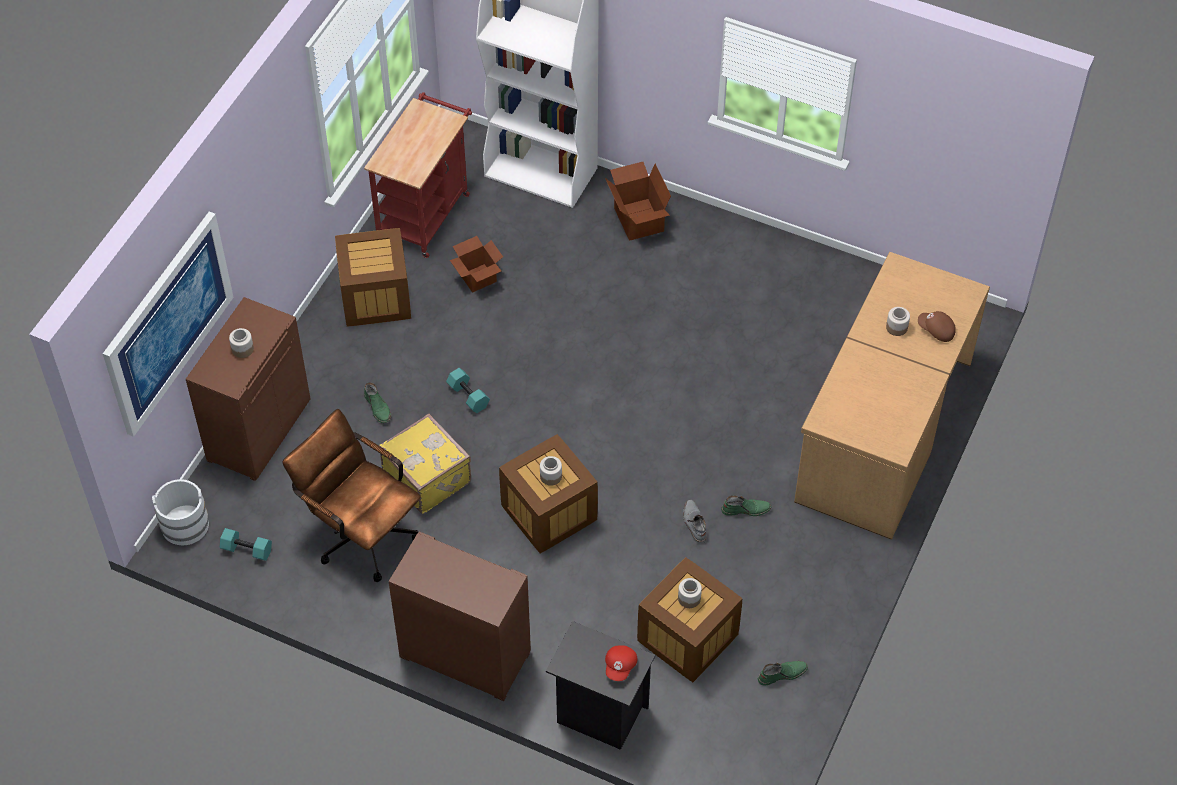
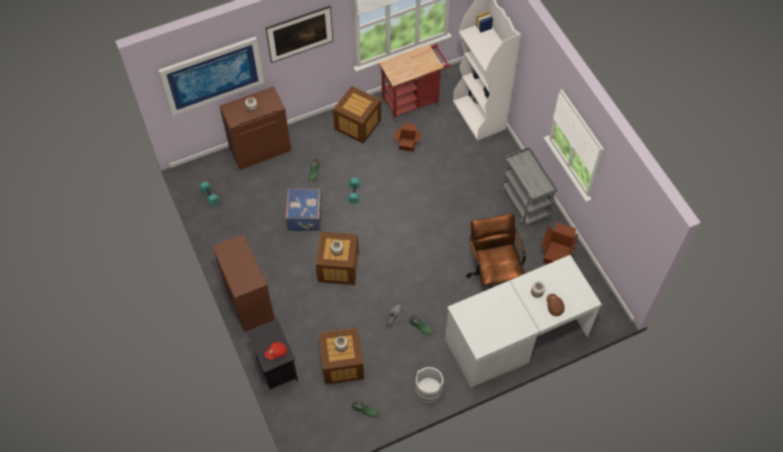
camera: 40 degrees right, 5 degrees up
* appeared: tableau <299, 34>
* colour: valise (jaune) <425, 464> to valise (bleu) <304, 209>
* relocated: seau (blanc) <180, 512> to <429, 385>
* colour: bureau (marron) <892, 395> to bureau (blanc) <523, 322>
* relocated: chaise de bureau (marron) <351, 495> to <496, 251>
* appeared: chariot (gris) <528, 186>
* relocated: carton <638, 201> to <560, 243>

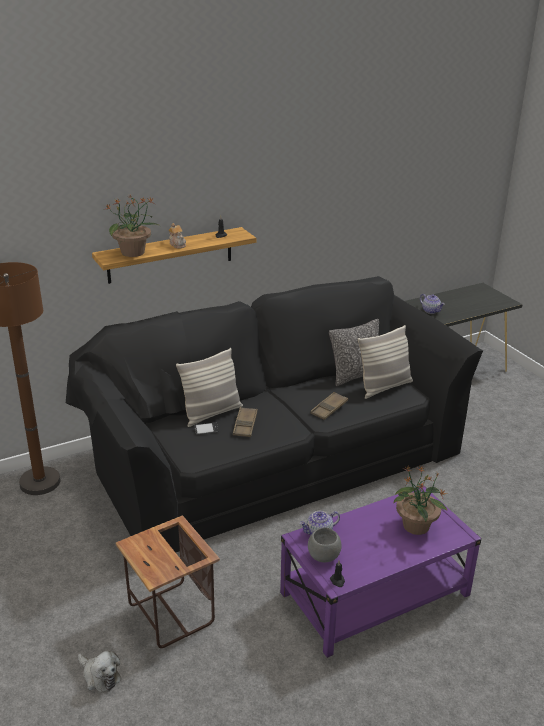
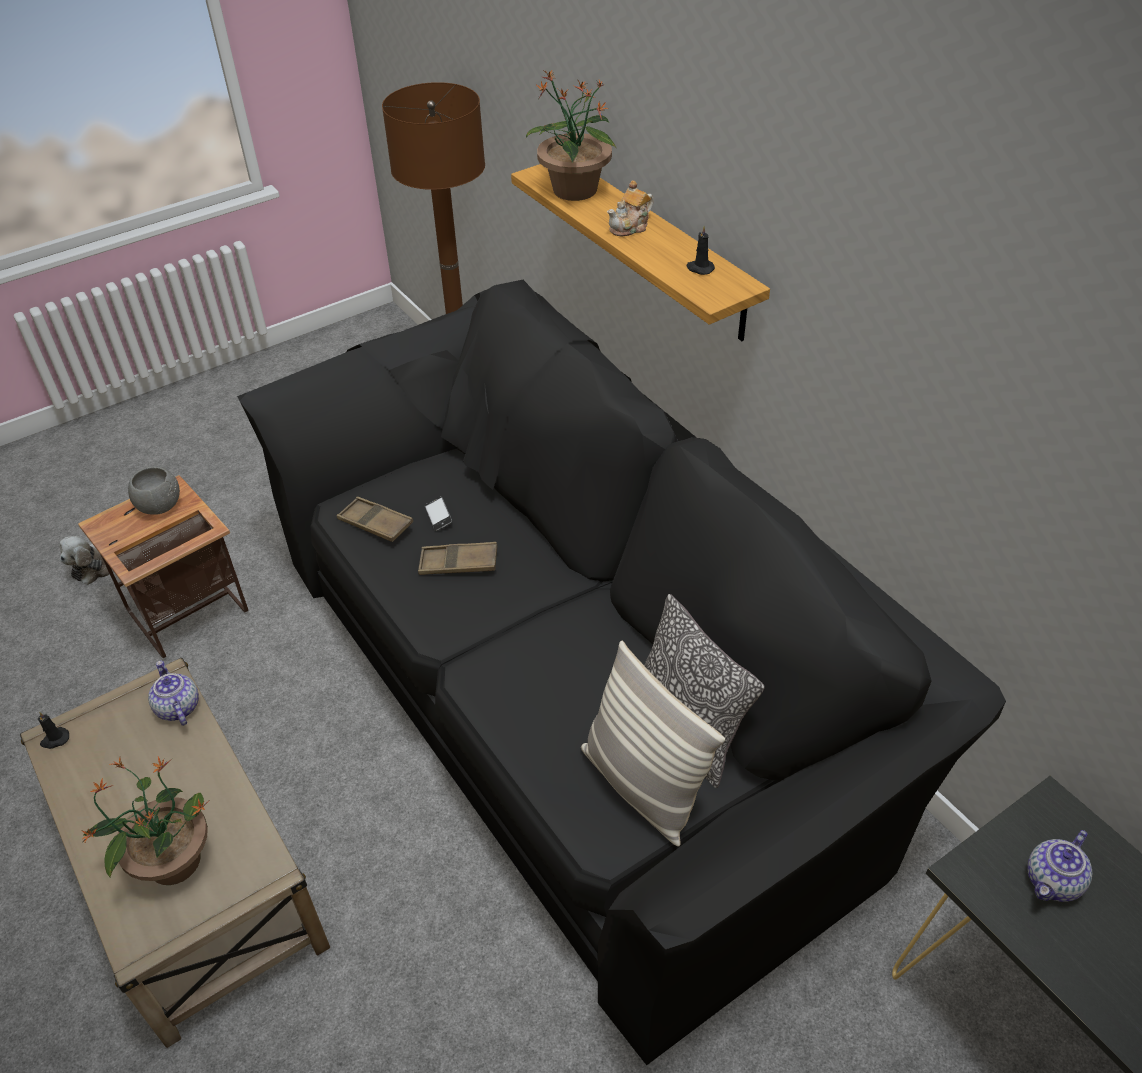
camera: 85 degrees right, 15 degrees up
* colour: table basse (violet) <380, 571> to table basse (beige) <175, 853>
* relocated: bol (gris) <325, 544> to <154, 490>
* relocated: plateau (marron) <329, 406> to <375, 519>
* missing: coussin <209, 387>

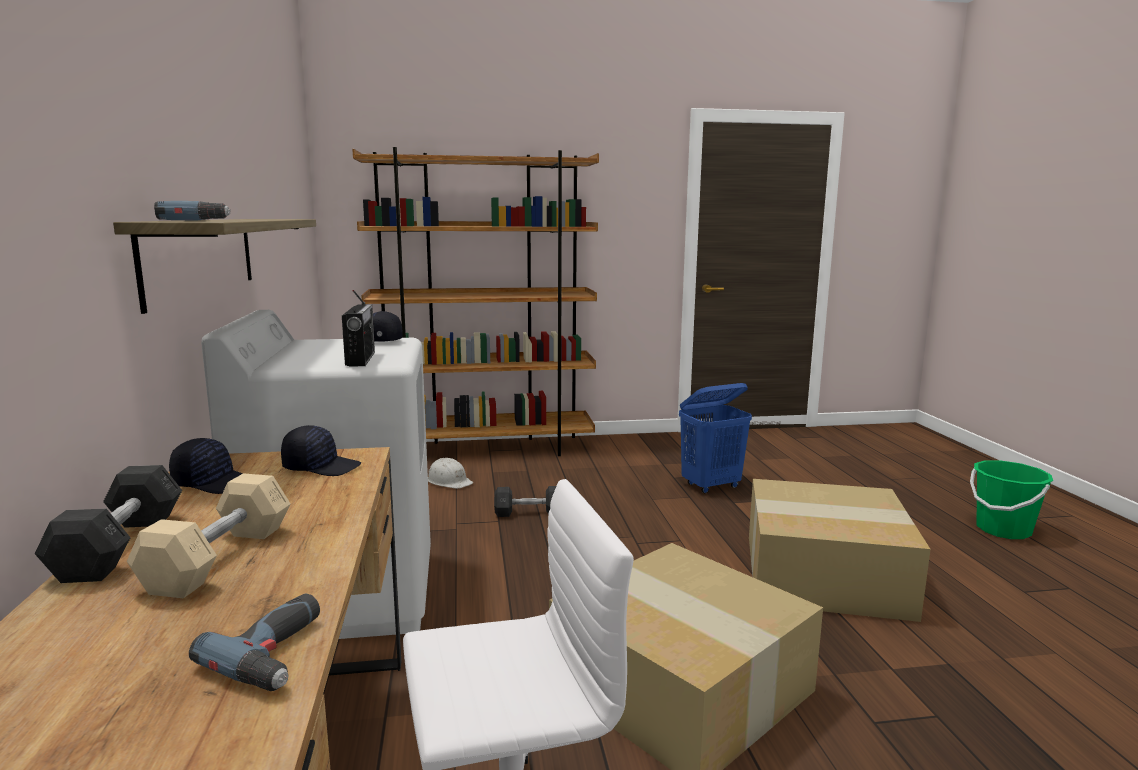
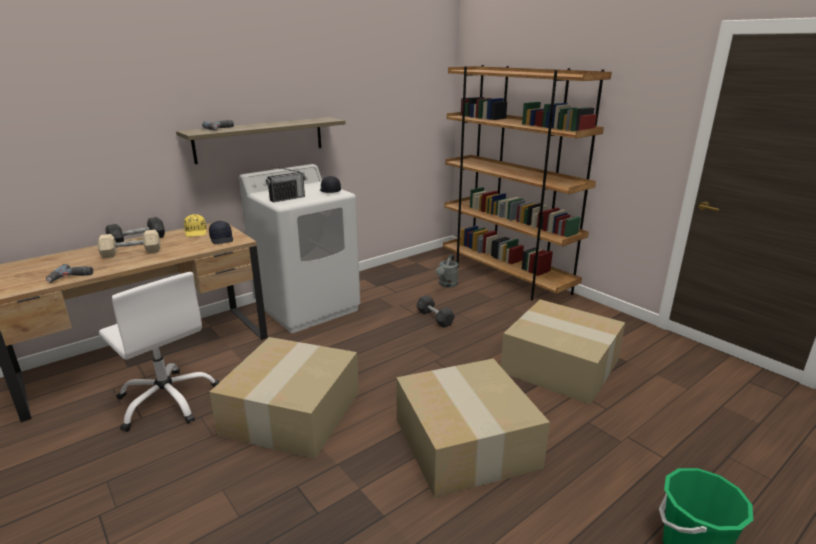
camera: 60 degrees right, 10 degrees up
* colour: casquette (noir) <206, 466> to casquette (jaune) <195, 225>
* exchanged: casque de chantier (blanc) <450, 473> to arrosoir (gris) <447, 271>
* exchanged: panier à linge (bleu) <715, 438> to carton <563, 352>

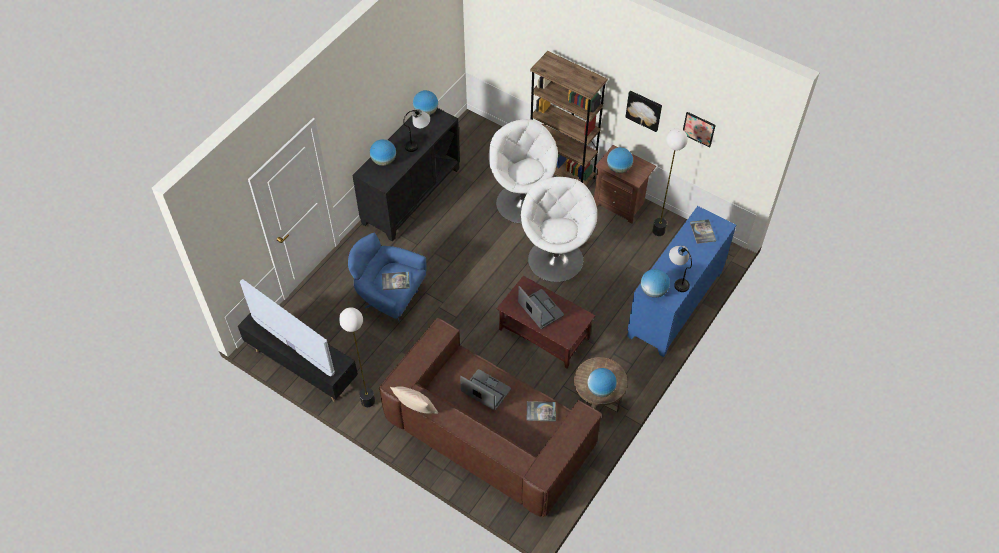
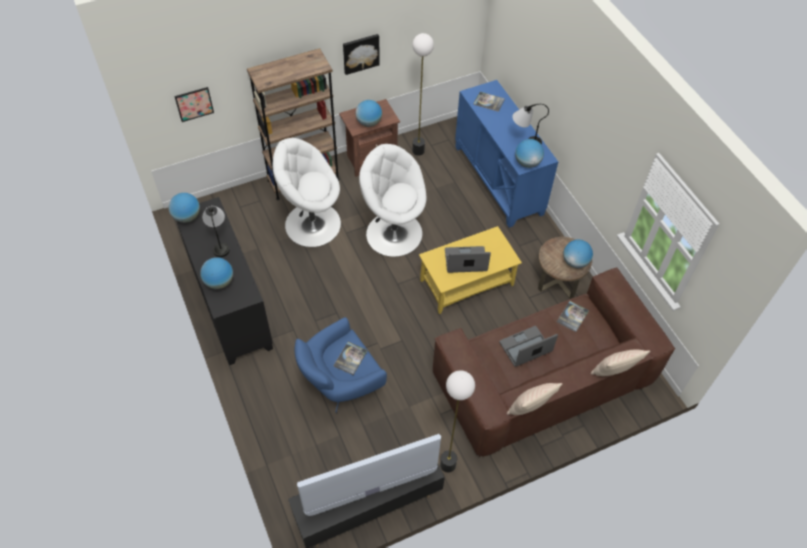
camera: 60 degrees left, 0 degrees up
* relocated: tableau <699, 129> to <194, 104>
* colour: table basse (marron) <546, 322> to table basse (jaune) <470, 270>
* appeared: coussin (beige) <620, 362>

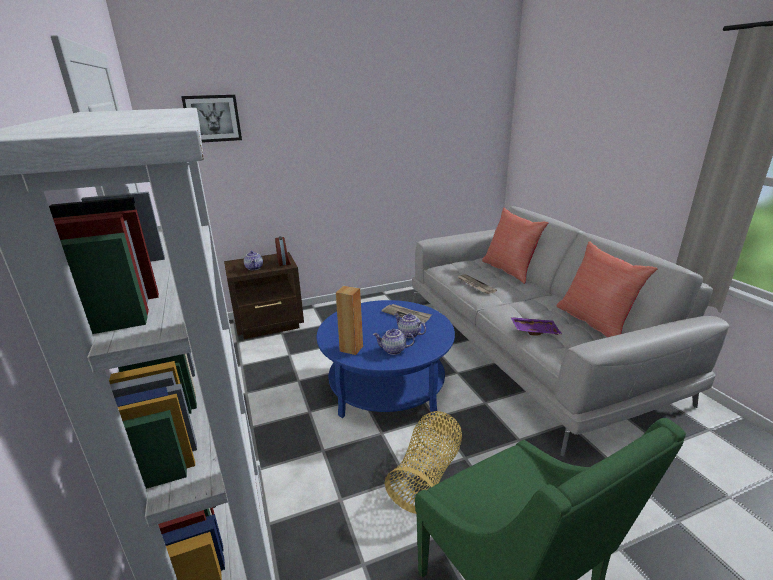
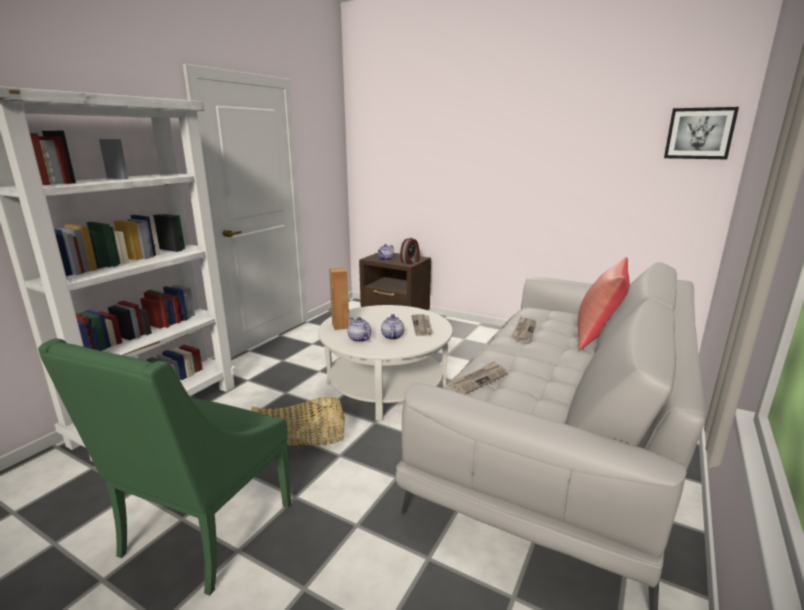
camera: 50 degrees right, 5 degrees down
* colour: table basse (bleu) <386, 359> to table basse (blanc) <385, 363>
* exchanged: plateau (violet) <536, 326> to journal <478, 378>
* relocated: tableau <211, 119> to <701, 133>
* missing: coussin (rouge) <607, 289>

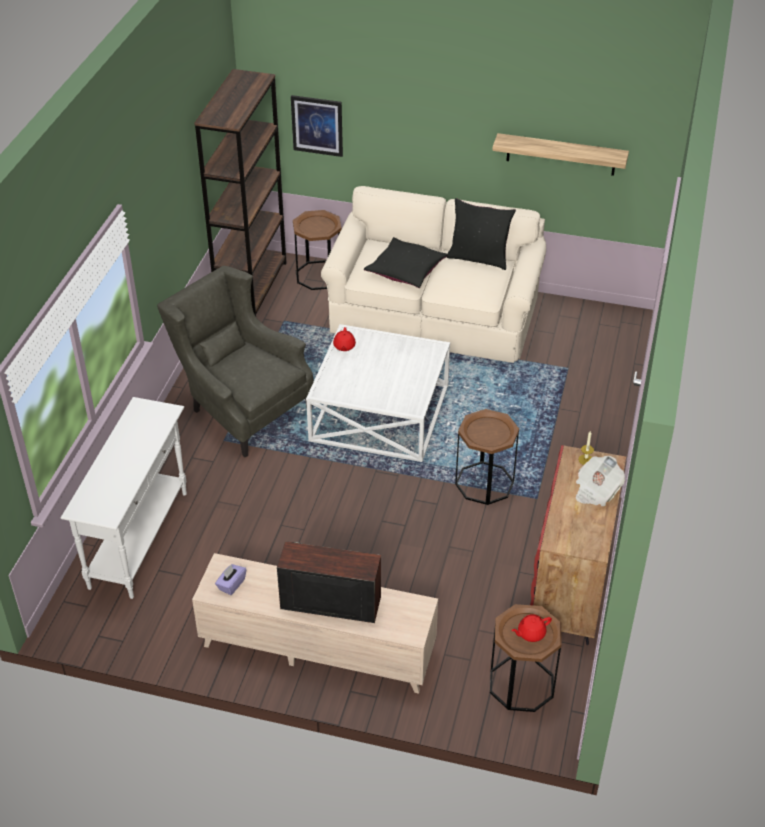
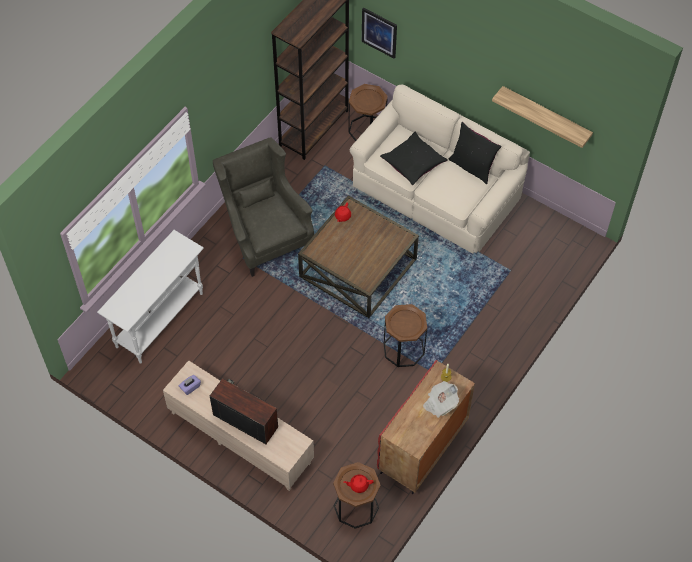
camera: 20 degrees right, 15 degrees up
* colour: table basse (blanc) <378, 393> to table basse (marron) <358, 256>

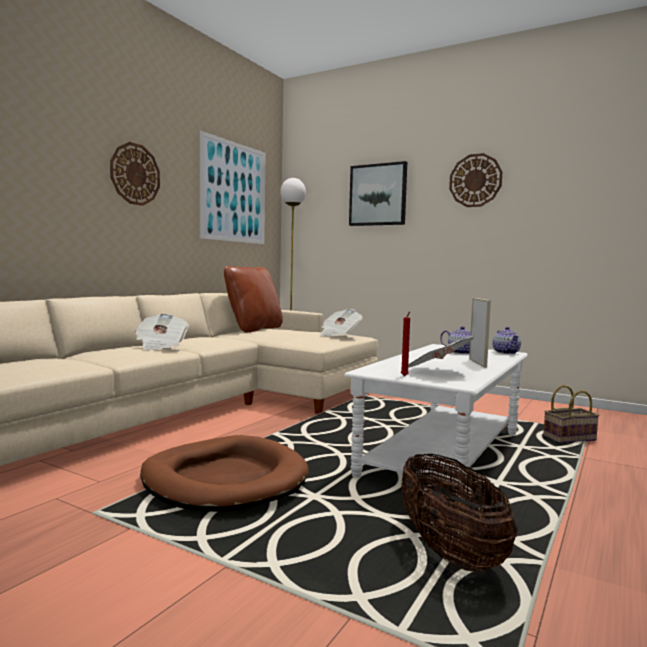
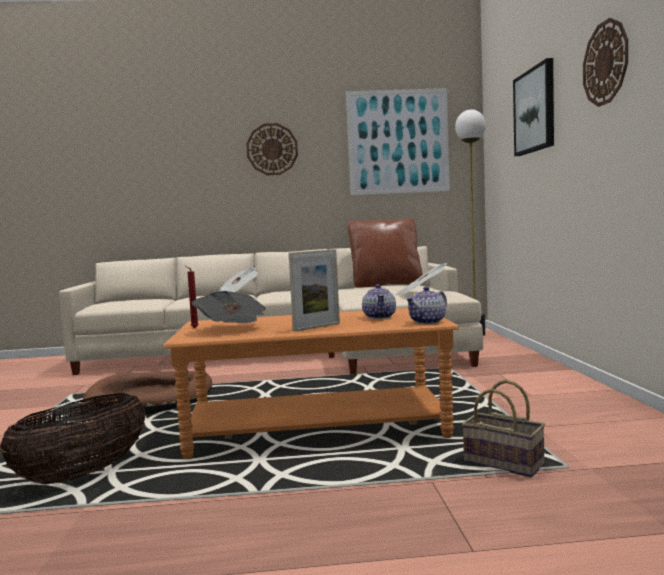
camera: 55 degrees right, 0 degrees up
* colour: table basse (blanc) <436, 421> to table basse (orange) <311, 383>

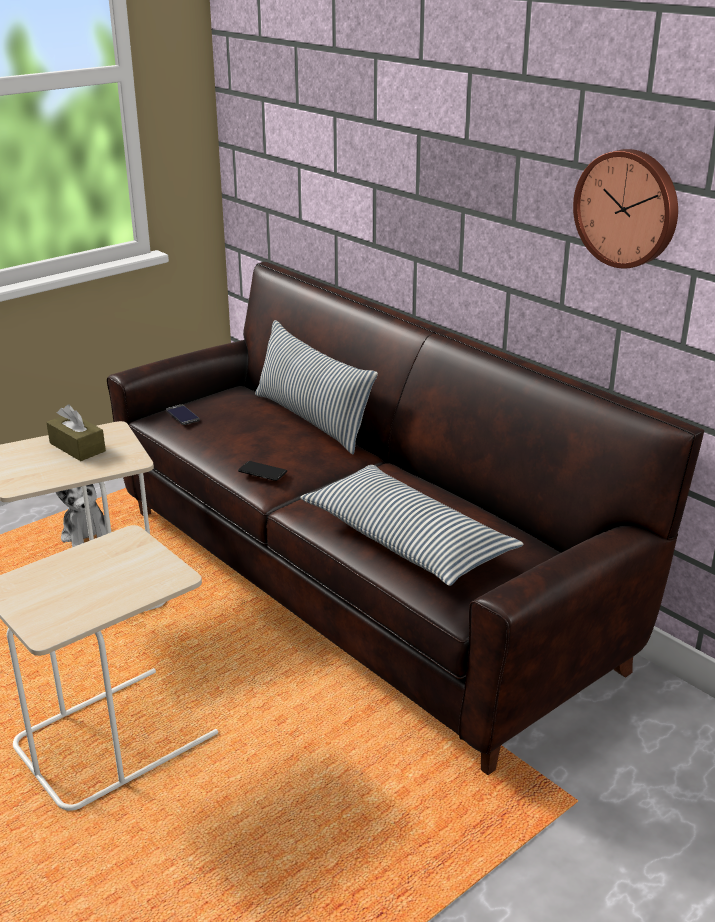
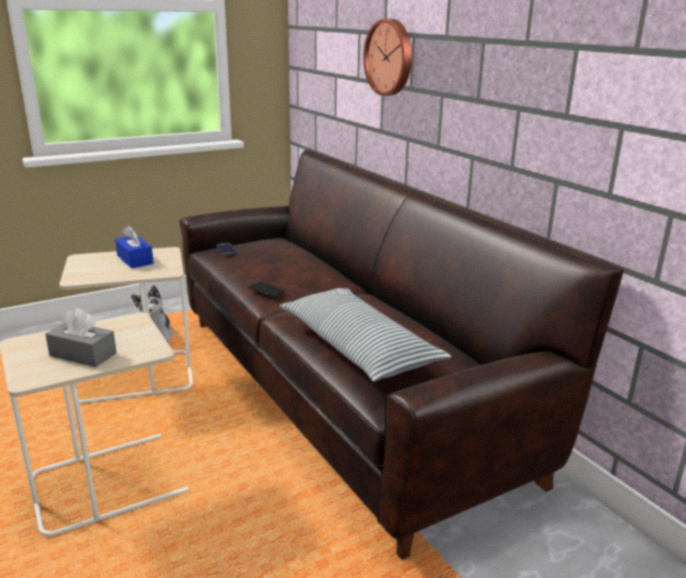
camera: 10 degrees right, 5 degrees down
* appeared: boîte à mouchoirs (gris) <81, 337>
* colour: boîte à mouchoirs (marron) <76, 432> to boîte à mouchoirs (bleu) <134, 246>
* relocated: horloge murale <625, 208> to <387, 57>
* missing: coussin <316, 387>

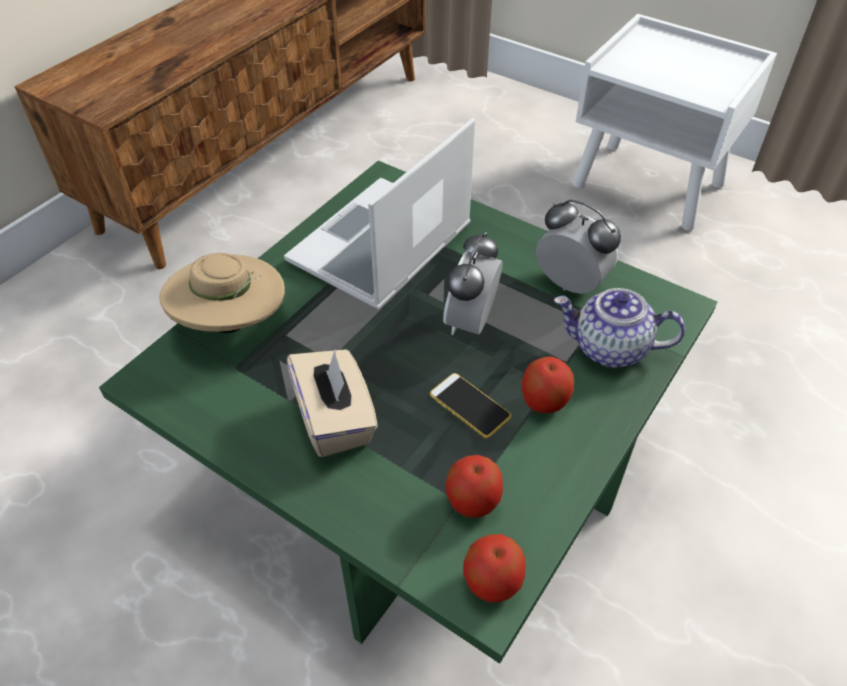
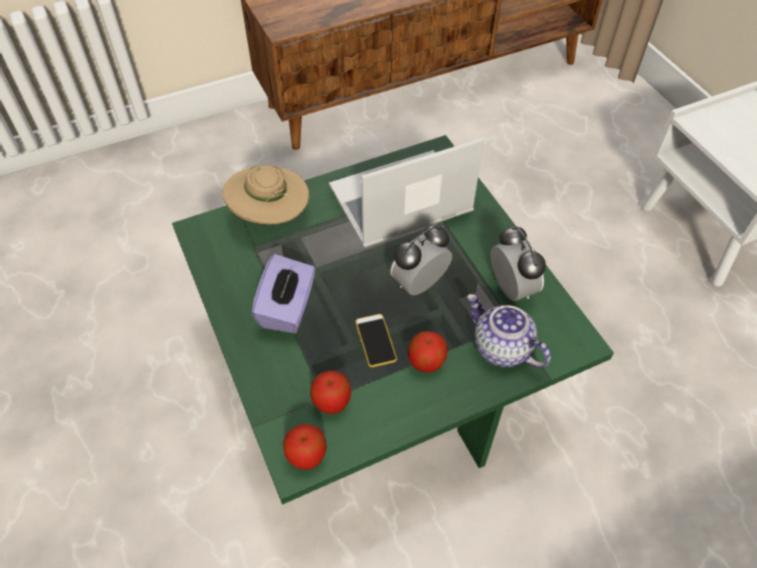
camera: 30 degrees right, 5 degrees up
* colour: boîte à mouchoirs (beige) <332, 403> to boîte à mouchoirs (violet) <283, 294>

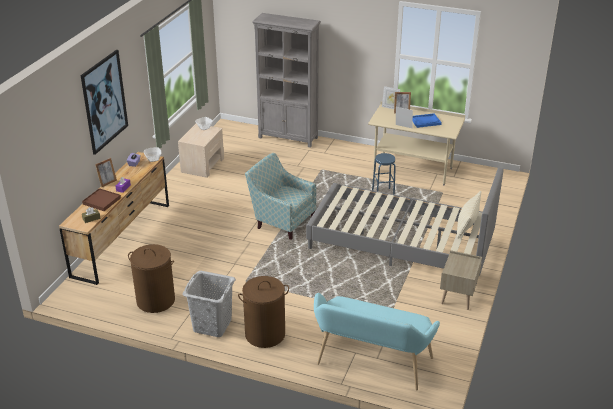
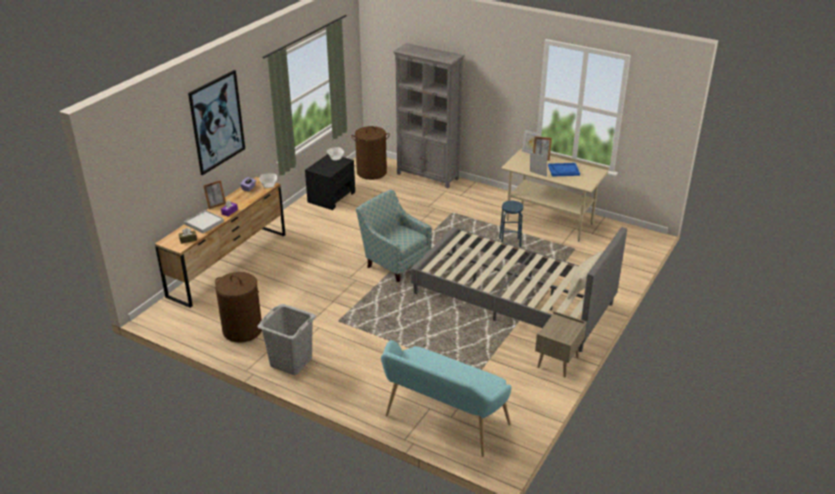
camera: 10 degrees right, 0 degrees up
* colour: plateau (marron) <101, 199> to plateau (blanc) <204, 221>
* colour: table de chevet (beige) <201, 151> to table de chevet (noir) <330, 182>
* relocated: panier à linge (marron) <263, 312> to <370, 153>

